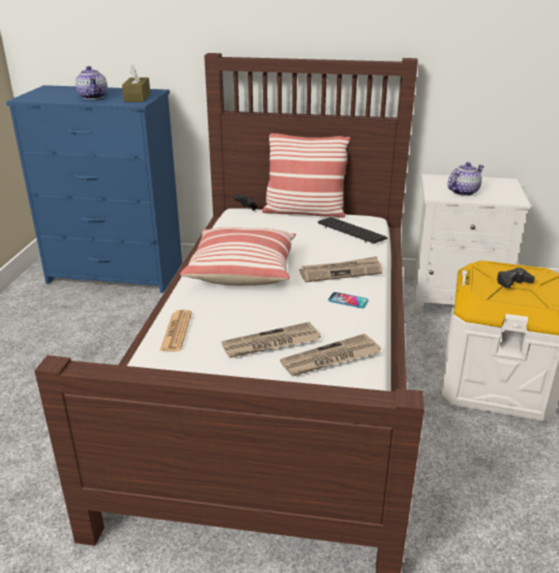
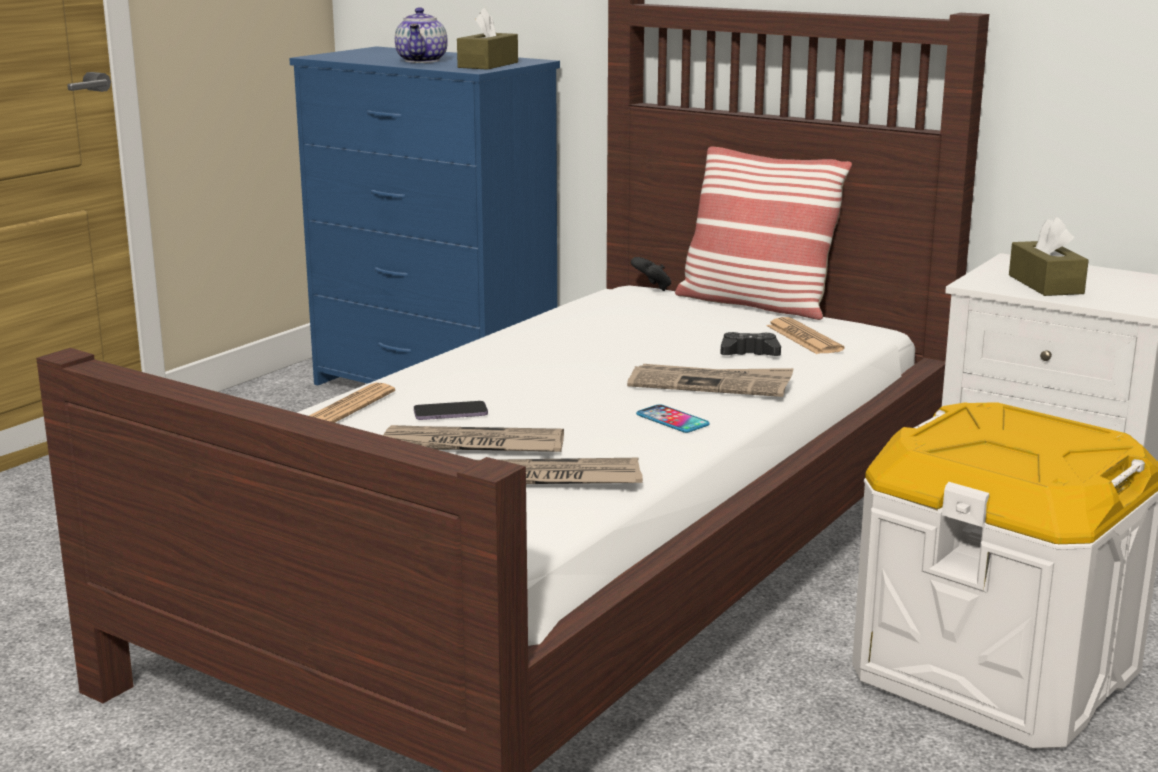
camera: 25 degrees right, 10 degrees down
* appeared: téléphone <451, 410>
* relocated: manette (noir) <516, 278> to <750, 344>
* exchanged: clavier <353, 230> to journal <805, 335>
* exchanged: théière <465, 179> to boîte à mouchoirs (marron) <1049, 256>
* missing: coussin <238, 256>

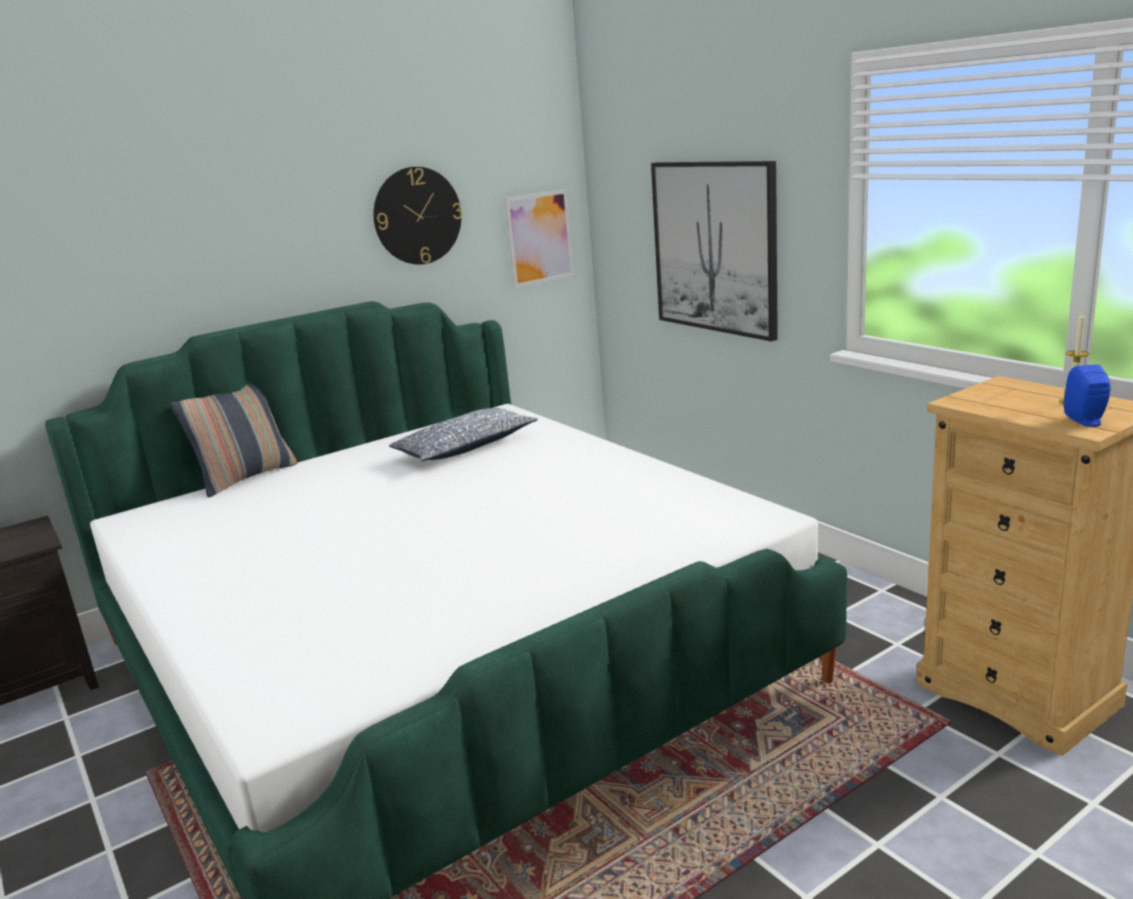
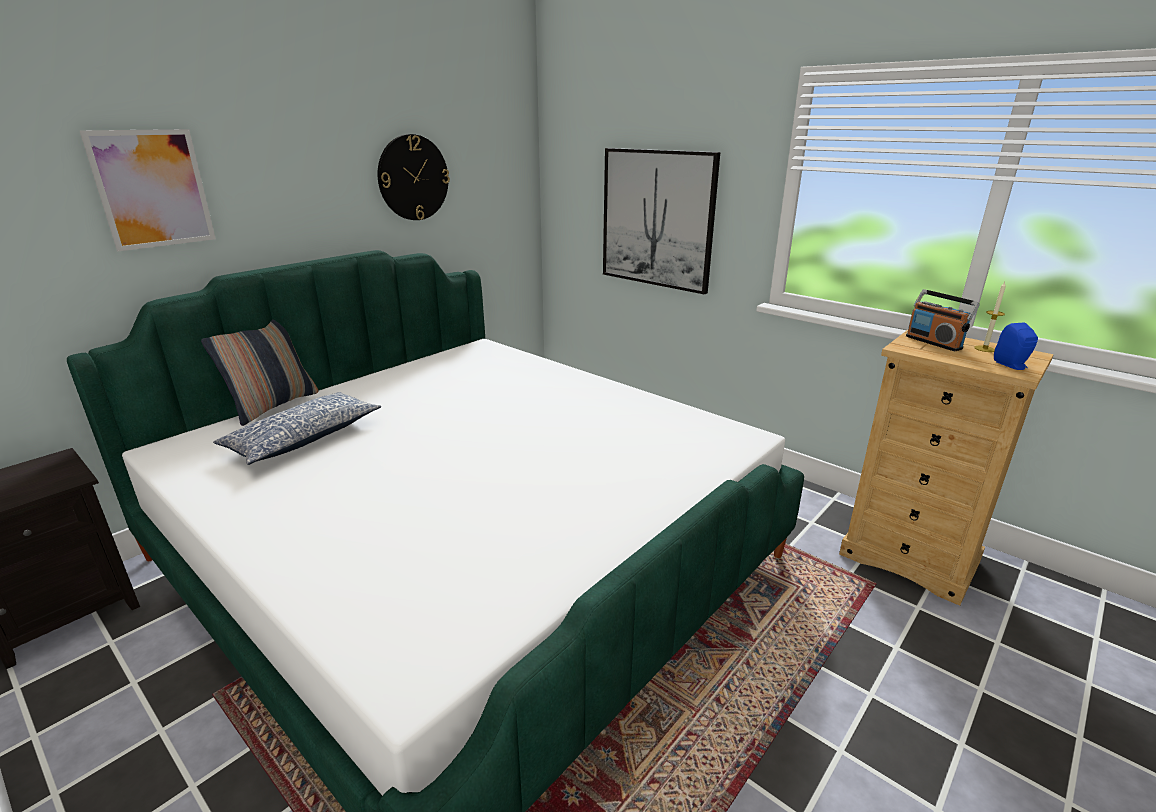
camera: 15 degrees left, 5 degrees up
* relocated: tableau <539, 238> to <147, 190>
* relocated: coussin <463, 434> to <297, 428>
* appeared: radio <943, 320>

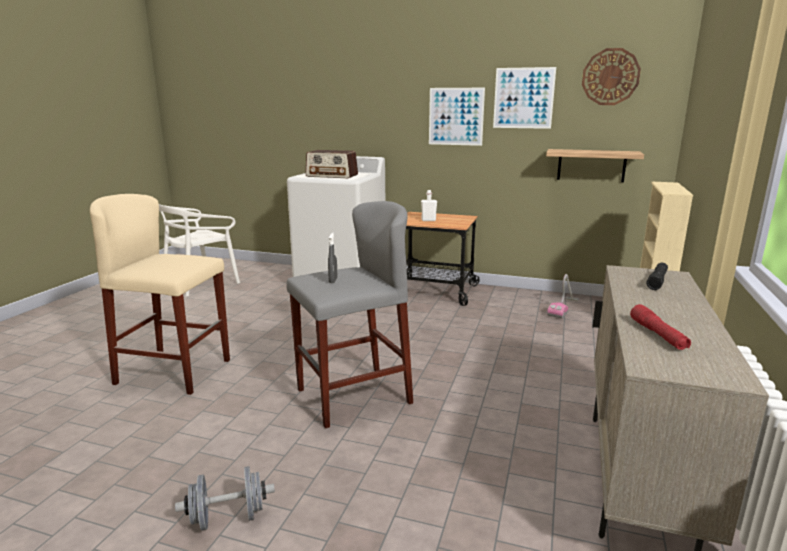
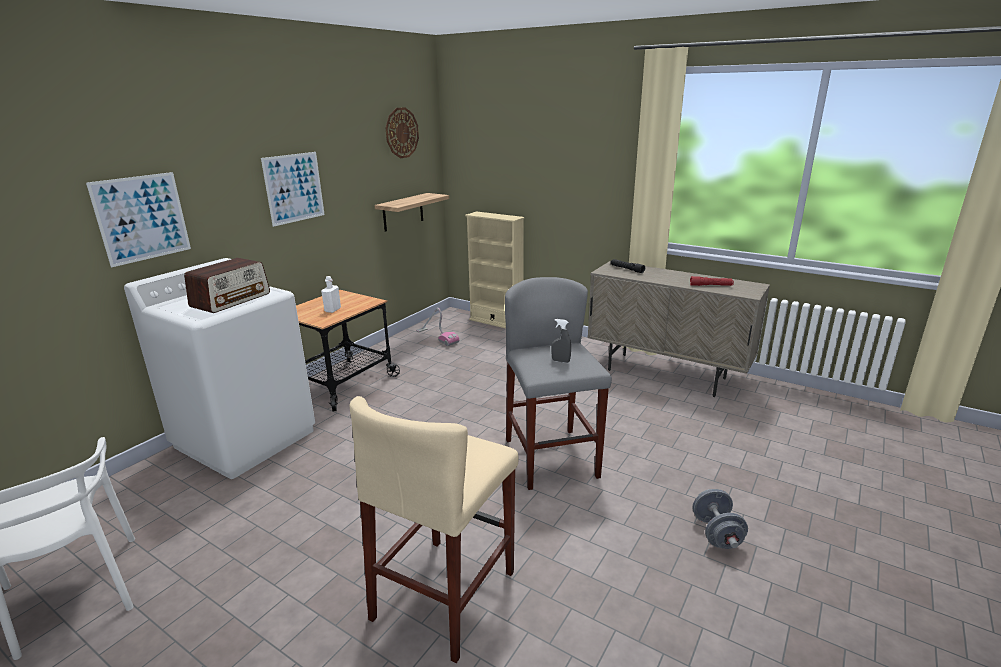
camera: 75 degrees left, 5 degrees up
* relocated: tableau <524, 98> to <138, 219>

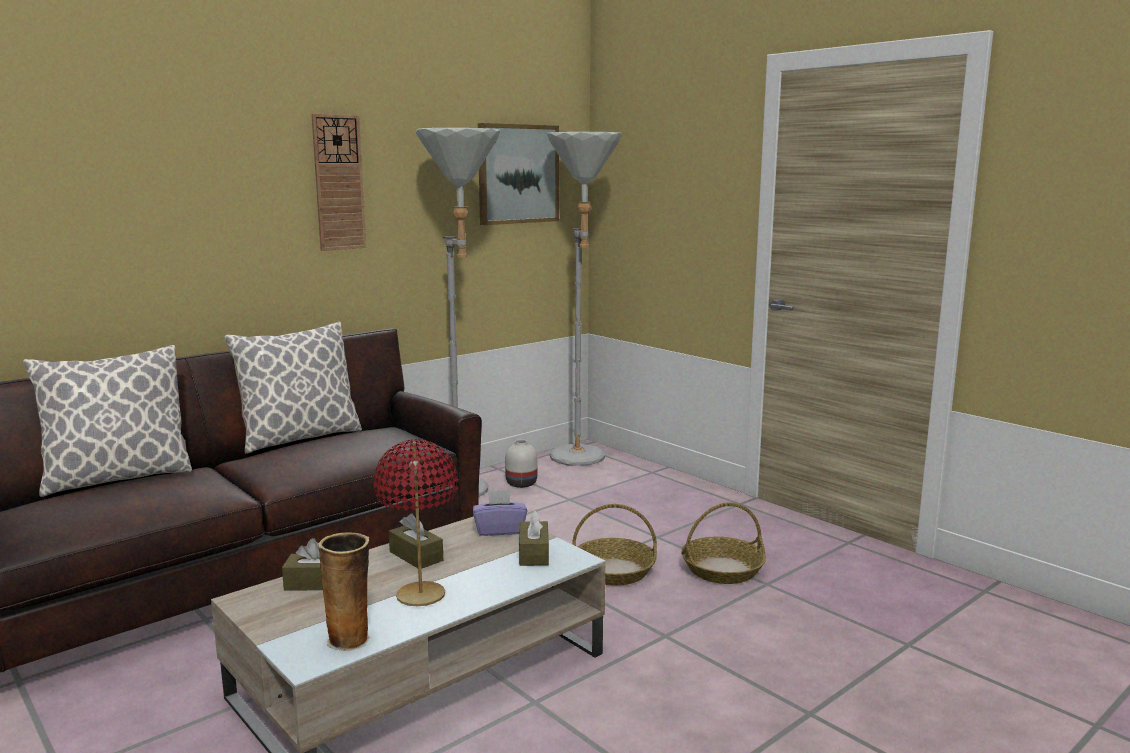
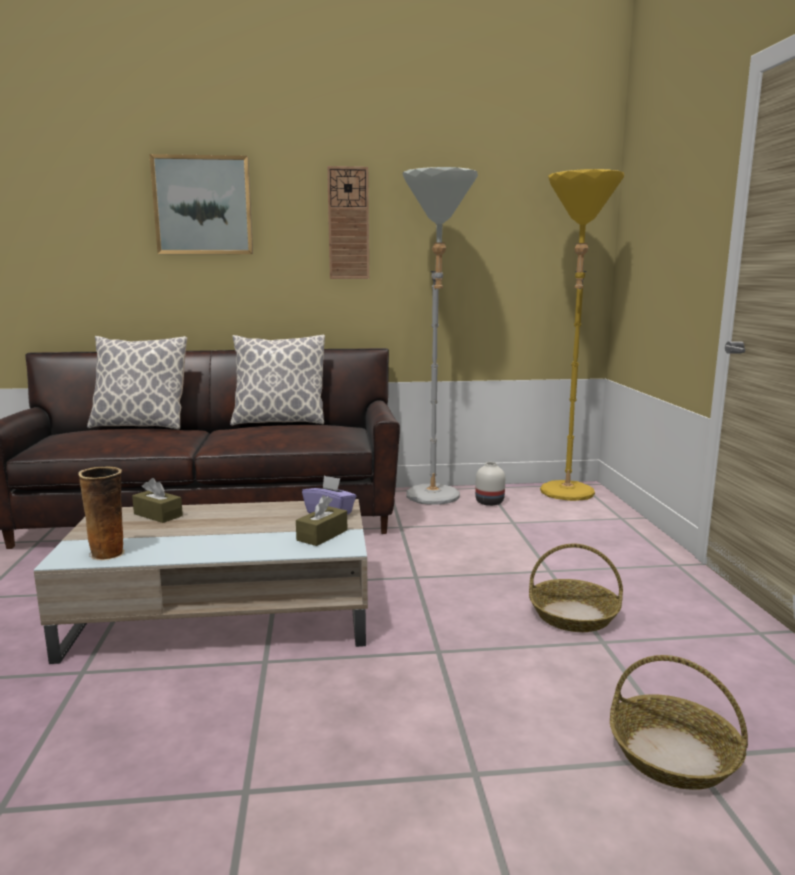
camera: 35 degrees right, 0 degrees up
* relocated: tableau <518, 174> to <201, 204>
* colour: lampadaire (gris) <584, 299> to lampadaire (jaune) <582, 335>
* relocated: panier <614, 544> to <679, 722>
* missing: lampe de table (rouge) <416, 522>
* missing: boîte à mouchoirs (marron) <416, 541>

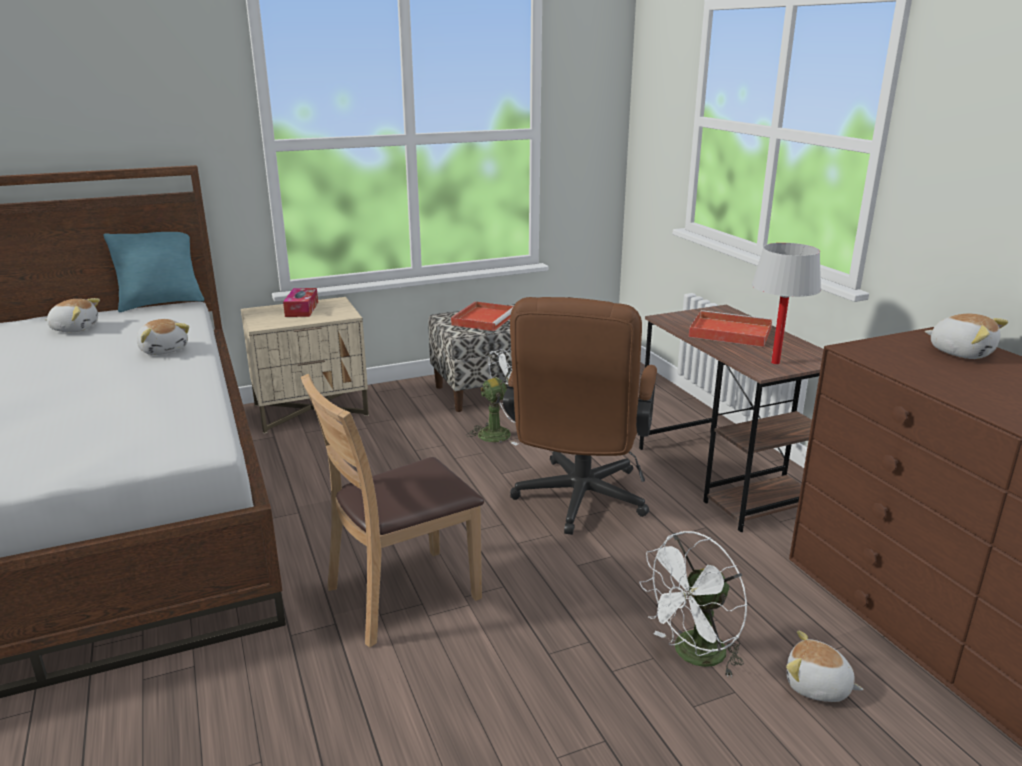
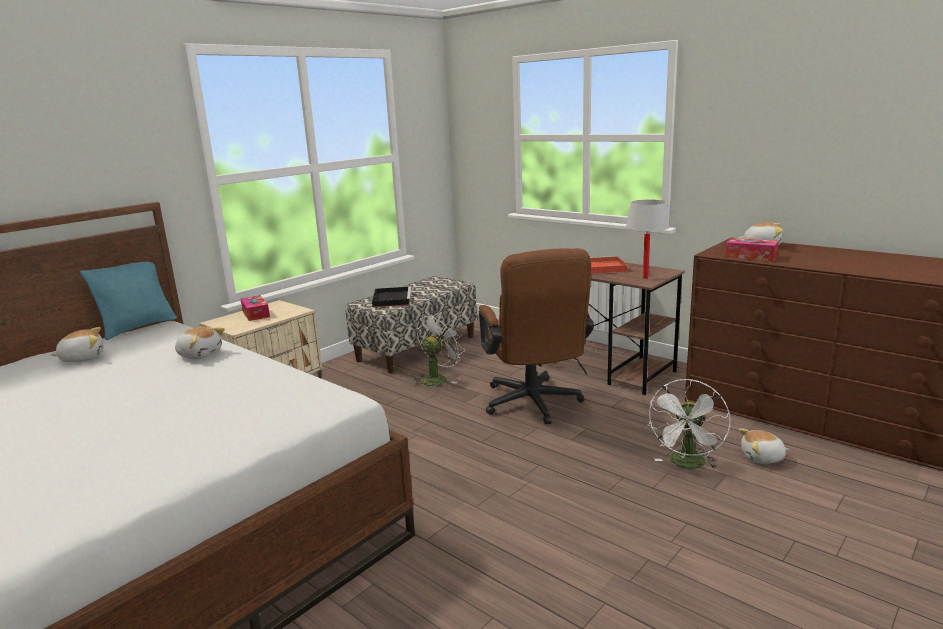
camera: 25 degrees left, 5 degrees down
* colour: plateau (rouge) <482, 316> to plateau (noir) <391, 297>
* appeared: boîte à mouchoirs <751, 249>
* missing: chaise (marron) <392, 510>

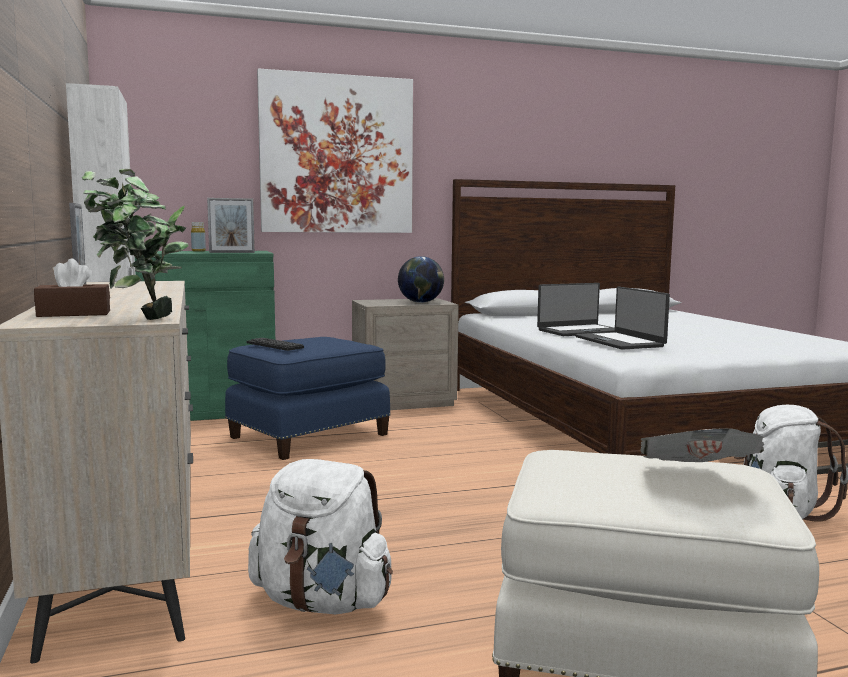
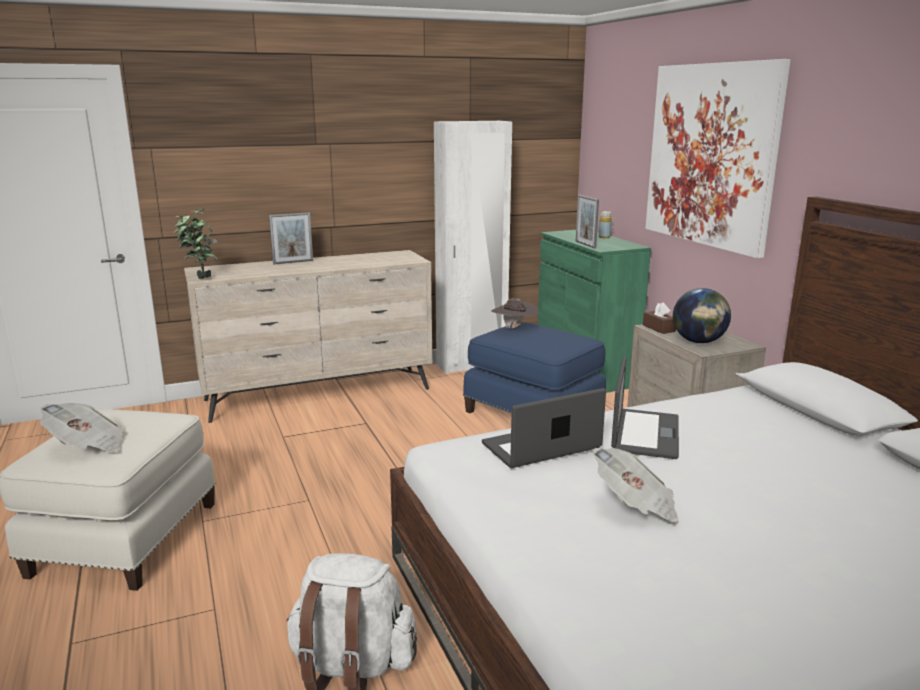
camera: 85 degrees right, 10 degrees up
* exchanged: clavier <275, 344> to chapeau (marron) <514, 313>
* appeared: journal <636, 485>
* spun: ordinateur portable <576, 309> = <645, 408> 135 degrees counterclockwise
* relocated: boîte à mouchoirs (marron) <72, 288> to <659, 318>
* missing: sac à dos (blanc) <320, 536>

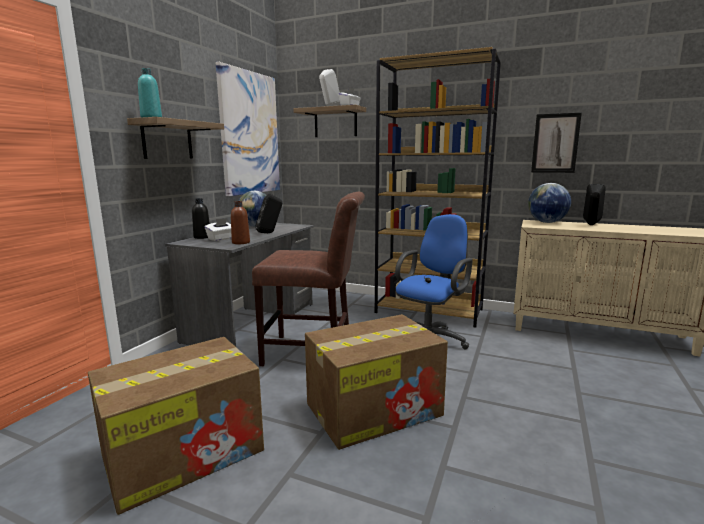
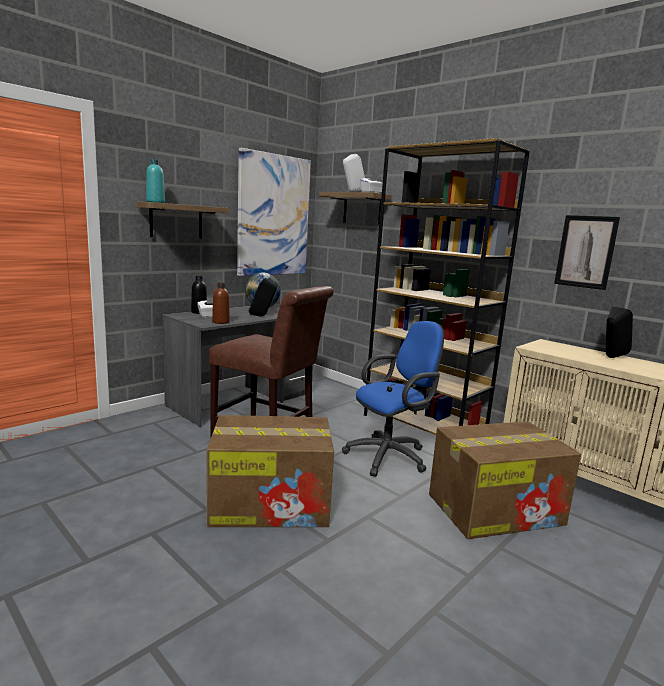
camera: 20 degrees right, 0 degrees up
* relocated: carton <176, 426> to <505, 480>
* missing: globe <549, 203>

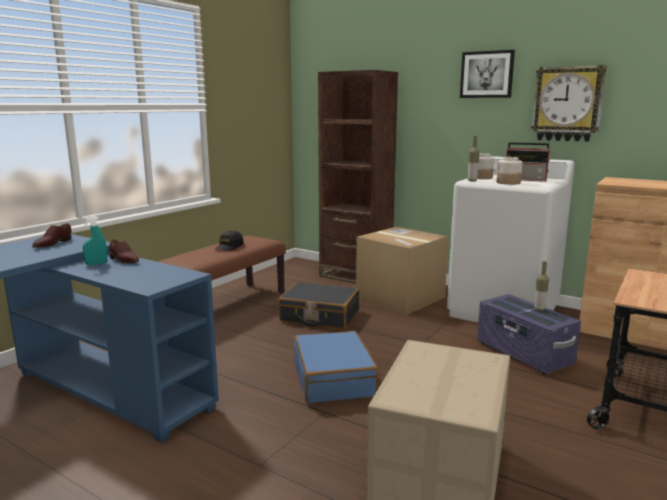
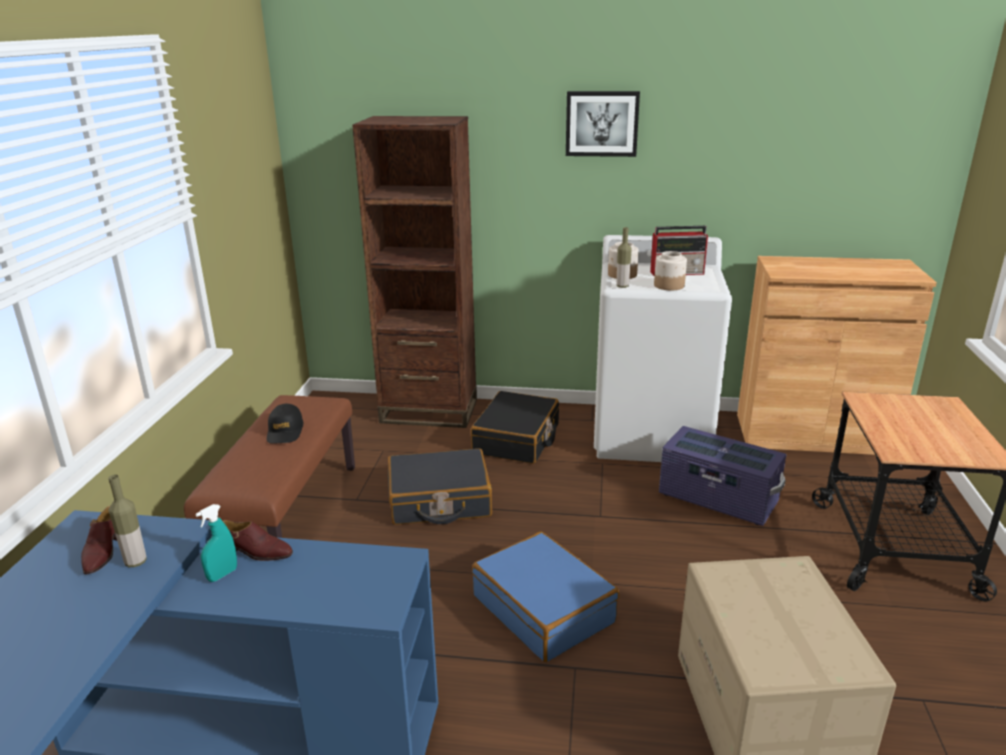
camera: 25 degrees left, 10 degrees up
* relocated: bouteille <541, 286> to <127, 521>
* exchanged: carton <402, 271> to valise (noir) <515, 427>
* missing: horloge murale <569, 103>

